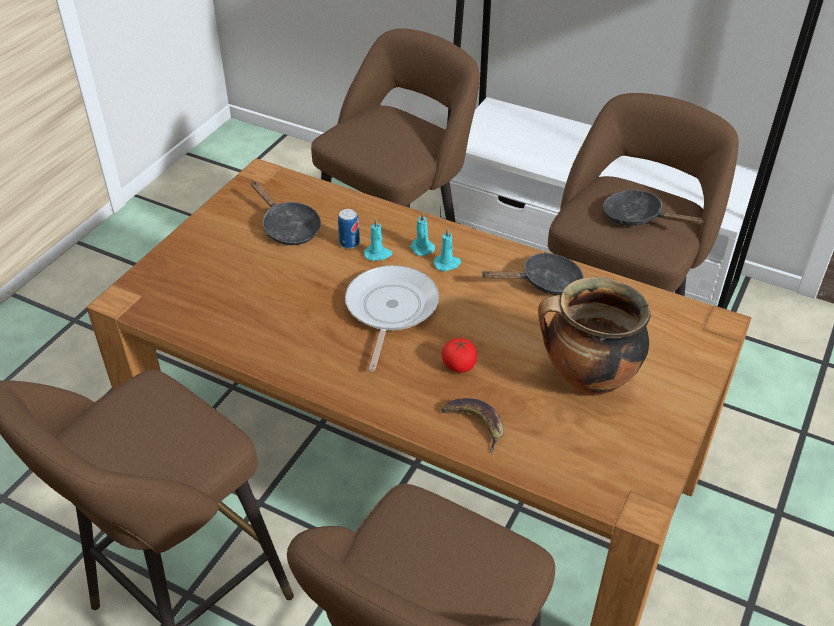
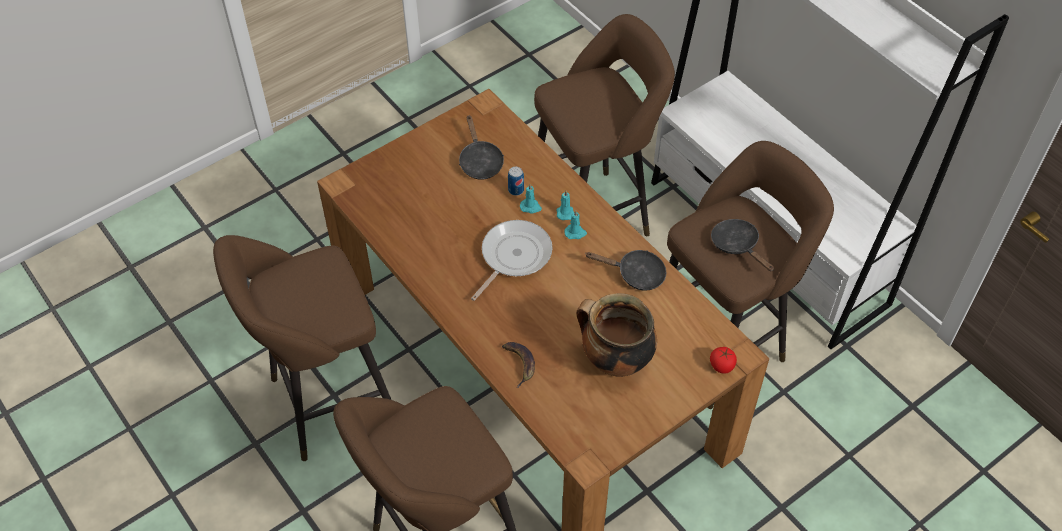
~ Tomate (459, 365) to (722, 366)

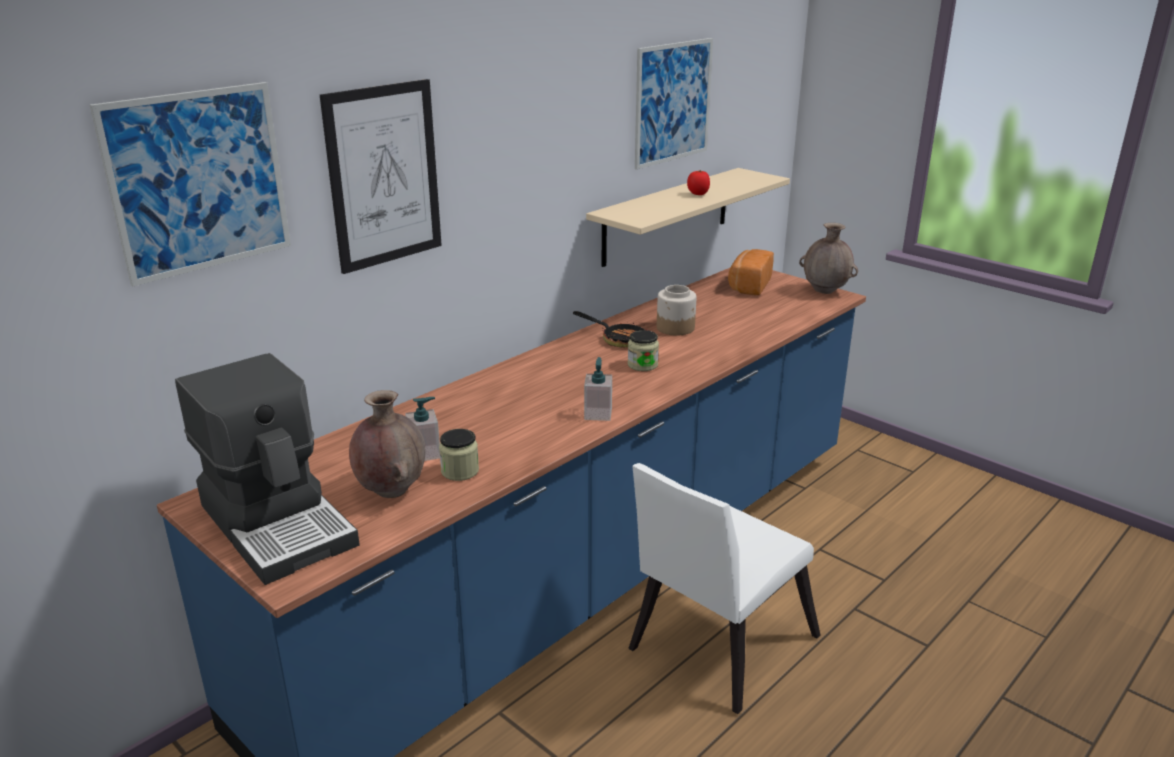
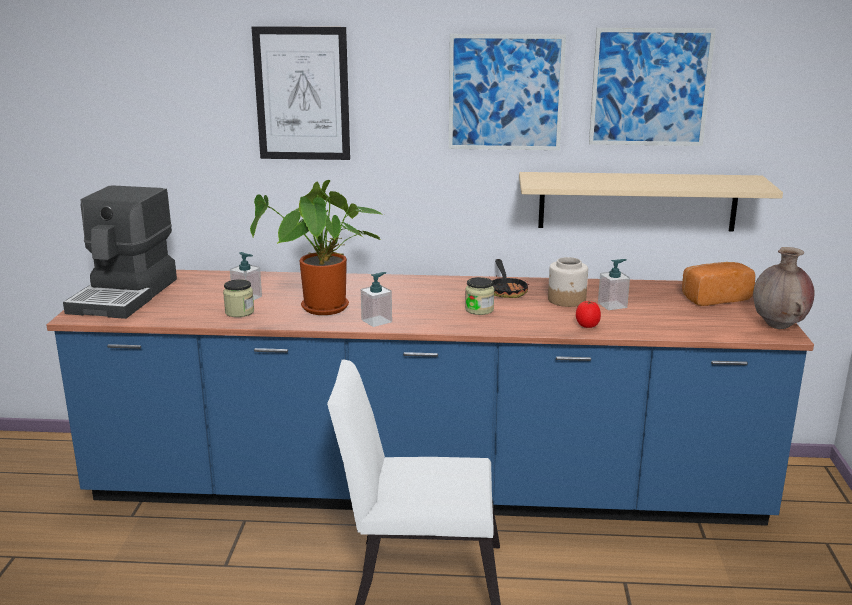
~ Bild (199, 181) to (505, 92)
- Vase (braun) (391, 490)
~ Tomate (698, 194) to (587, 326)
+ Topfpflanze (324, 310)
+ Seifenspender (612, 305)

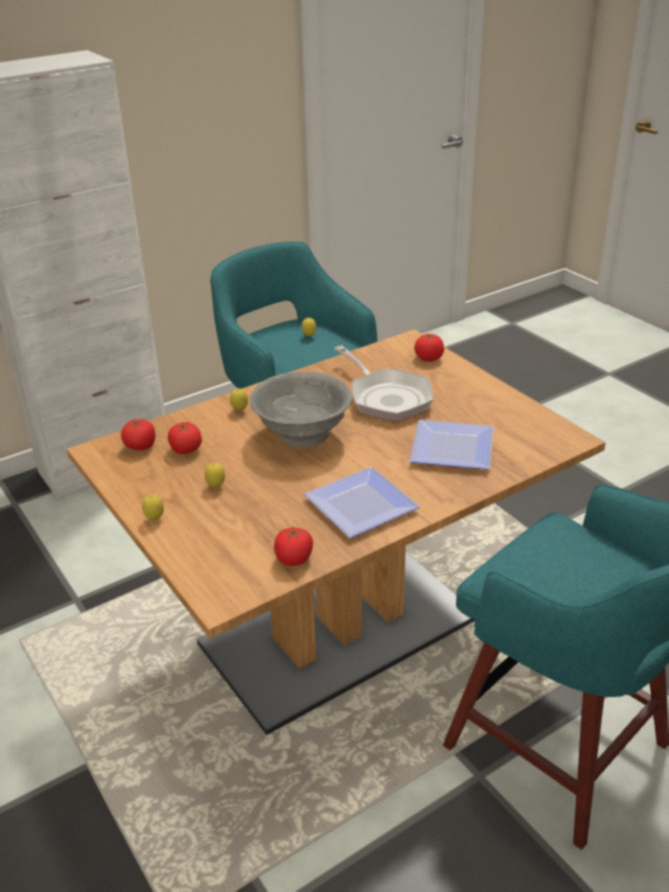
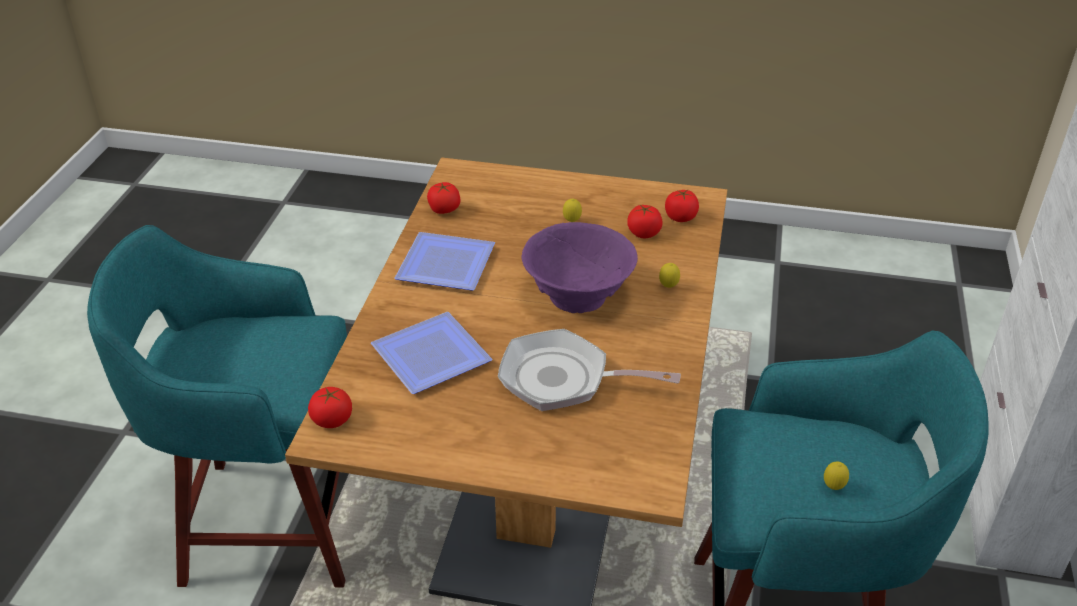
- Zitrone (154, 519)
~ Schüssel (grau) (302, 435) to Schüssel (lila) (578, 295)
~ Tomate (429, 358) to (332, 420)

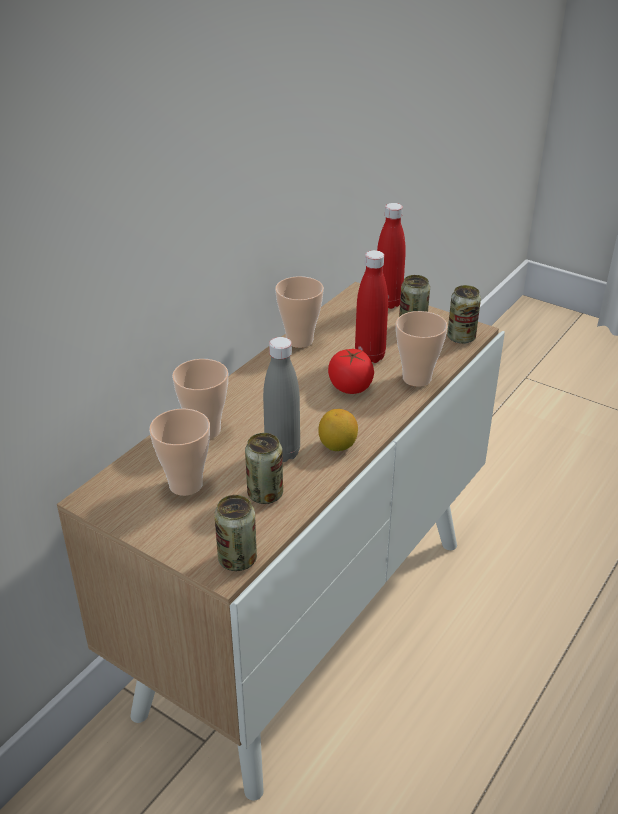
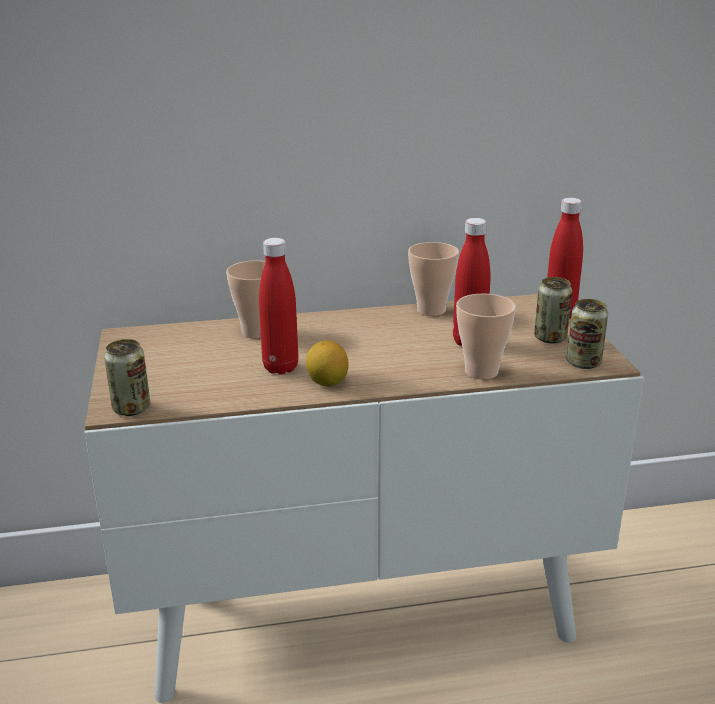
- Tasse (185, 485)
- Dose (265, 494)
~ Flasche (grau) (282, 453) to Flasche (rot) (280, 368)
- Tomate (350, 387)

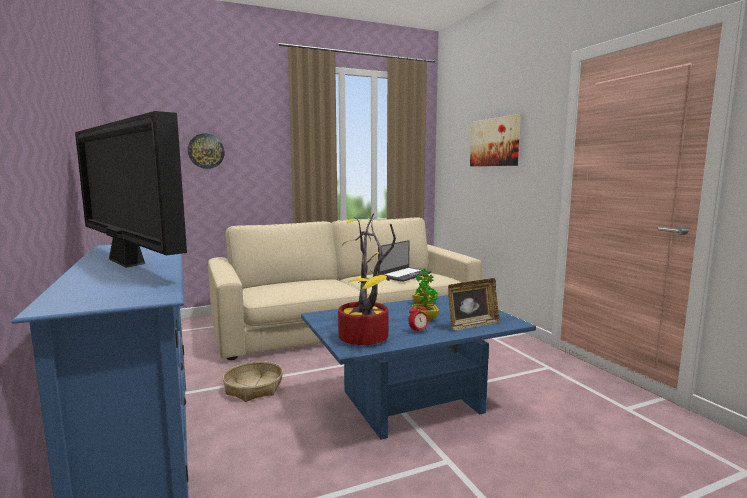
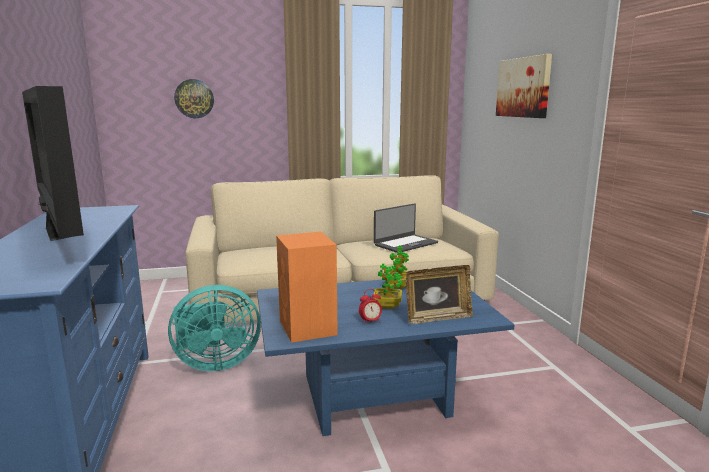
~ Korb (254, 388) to Ventilator (türkis) (214, 363)
~ Topfpflanze (367, 339) to Lautsprecher (orange) (308, 328)

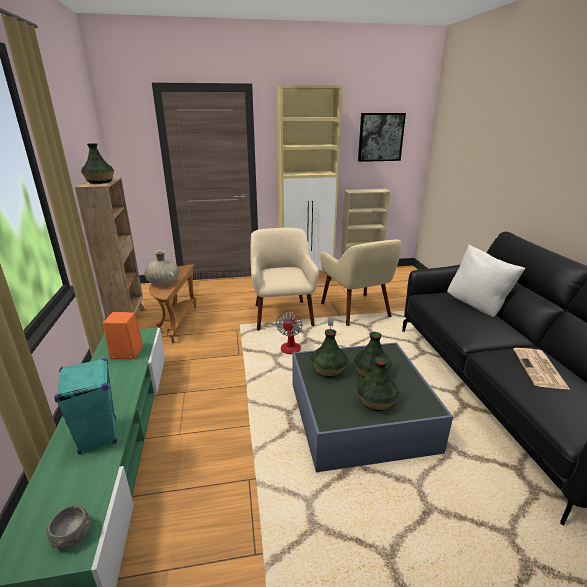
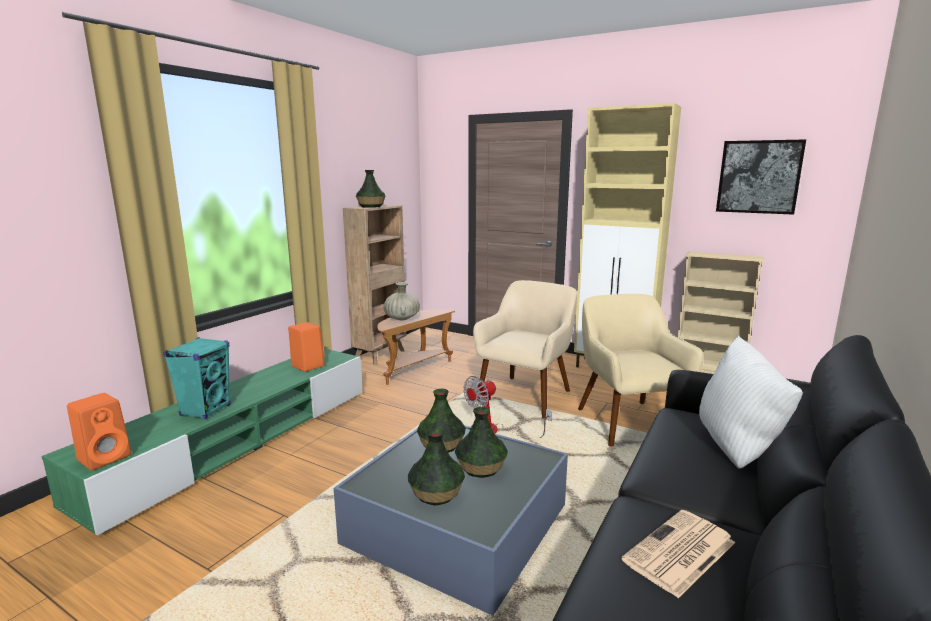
~ Schüssel (grau) (72, 536) to Lautsprecher (orange) (106, 457)
~ Sessel (beige) (356, 310) = (628, 422) 150 degrees clockwise

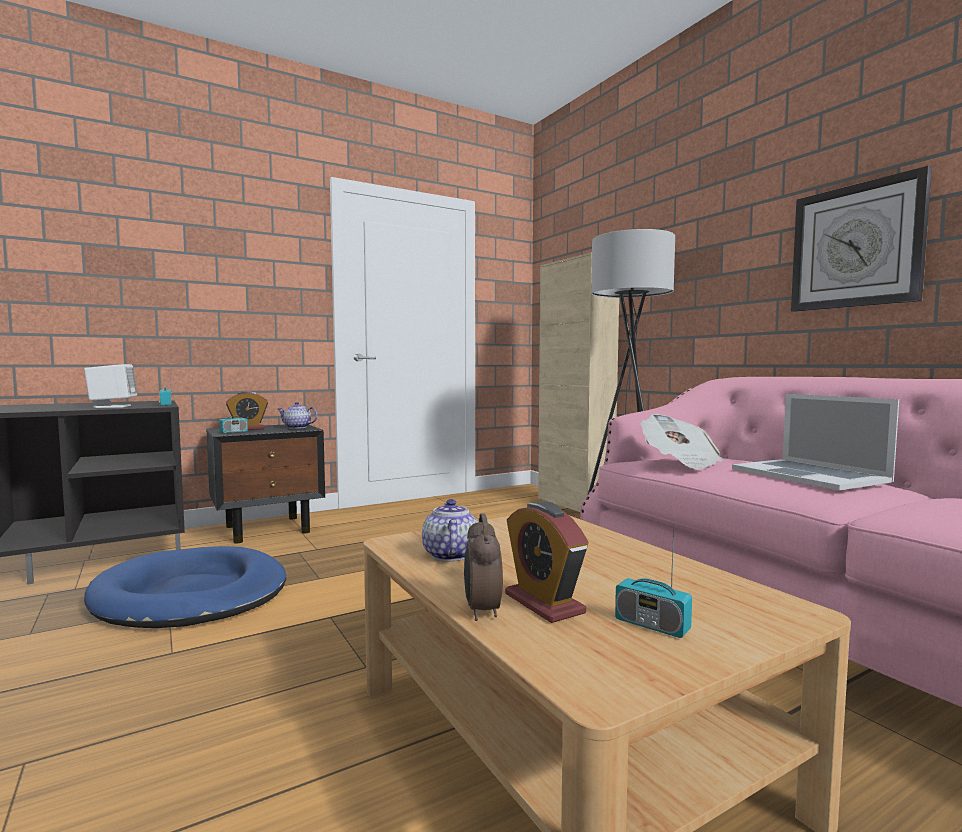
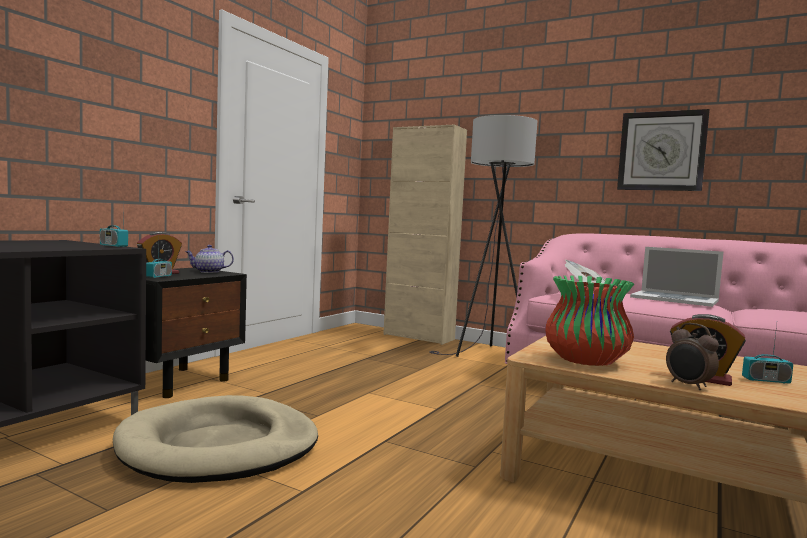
- Lautsprecher (weiß) (112, 406)
~ Hundebett (blau) (191, 595) to Hundebett (beige) (219, 446)
~ Teekanne (449, 555) to Vase (586, 361)

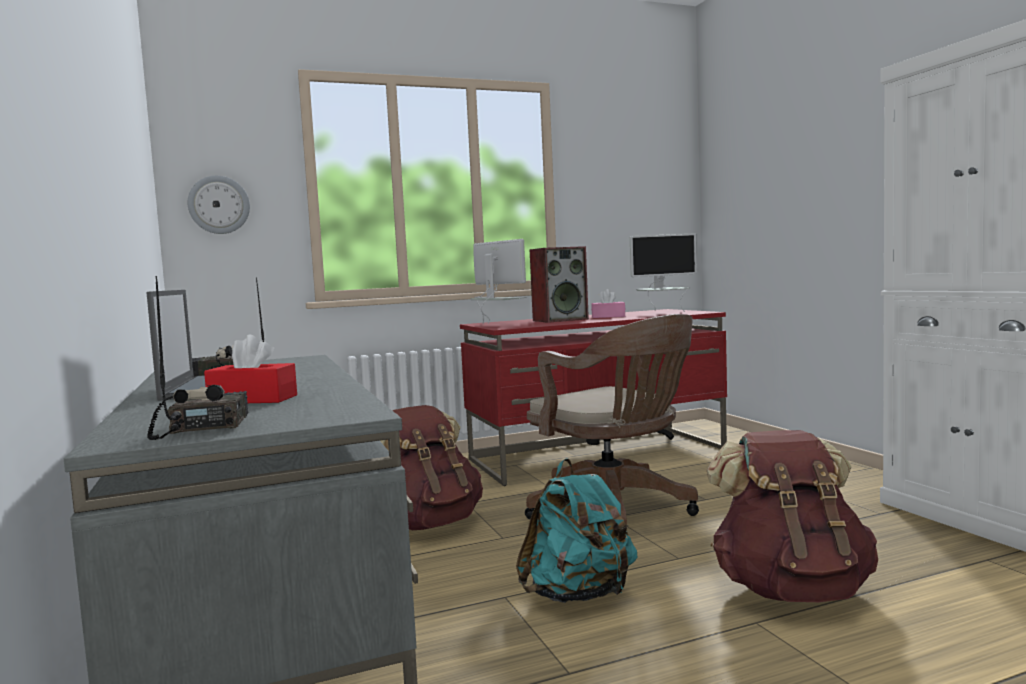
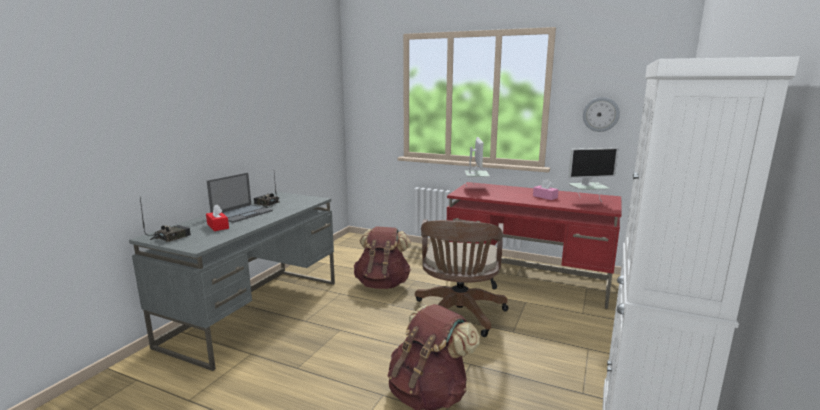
~ Wanduhr (219, 205) to (601, 114)
- Rucksack (türkis) (579, 595)
- Lautsprecher (560, 320)
~ Monitor (663, 313) = (587, 202) 45 degrees counterclockwise

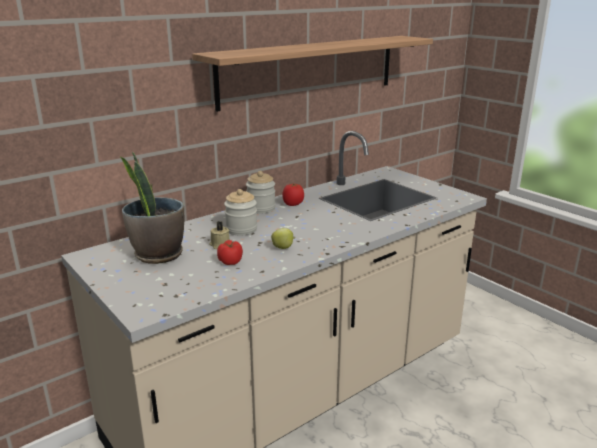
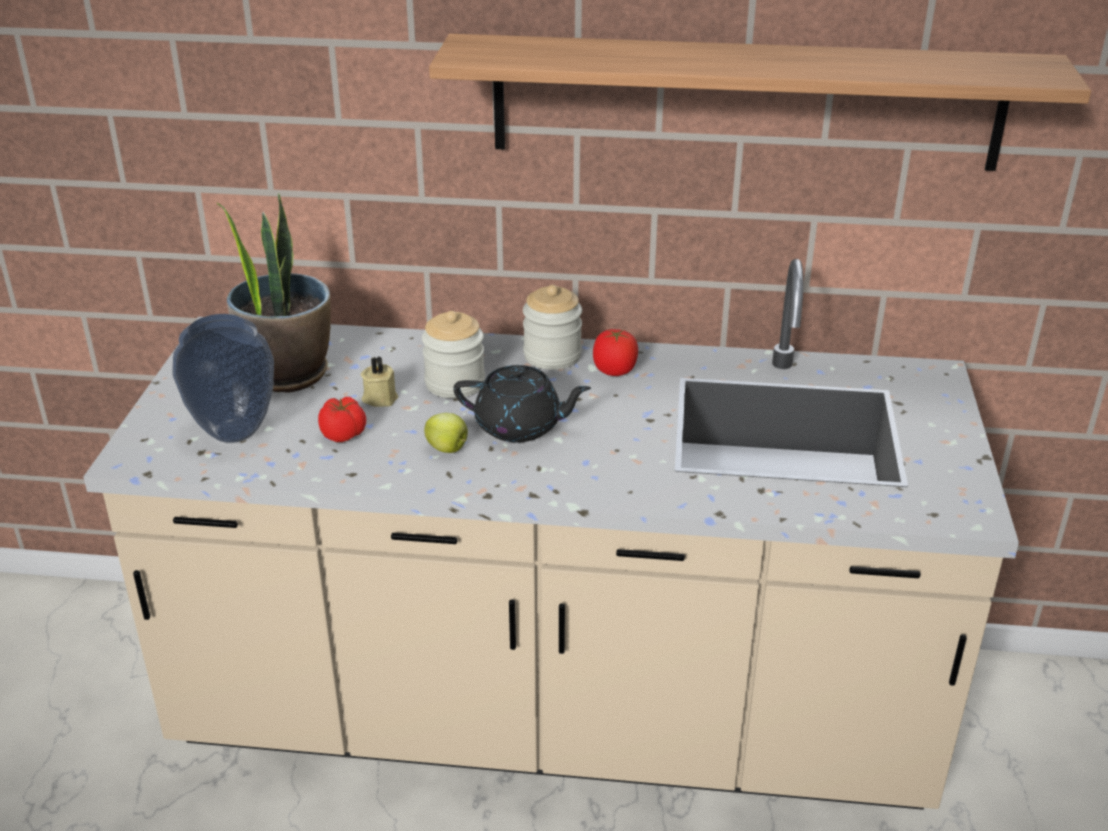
+ Vase (236, 432)
+ Teekanne (schwarz) (520, 426)

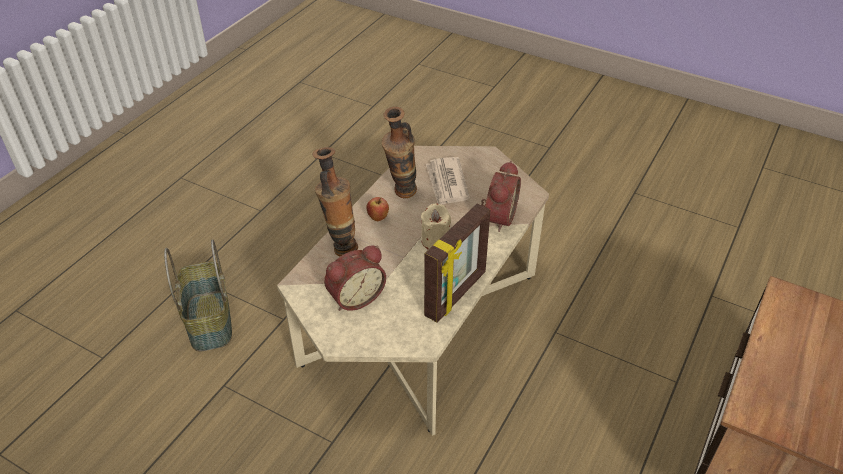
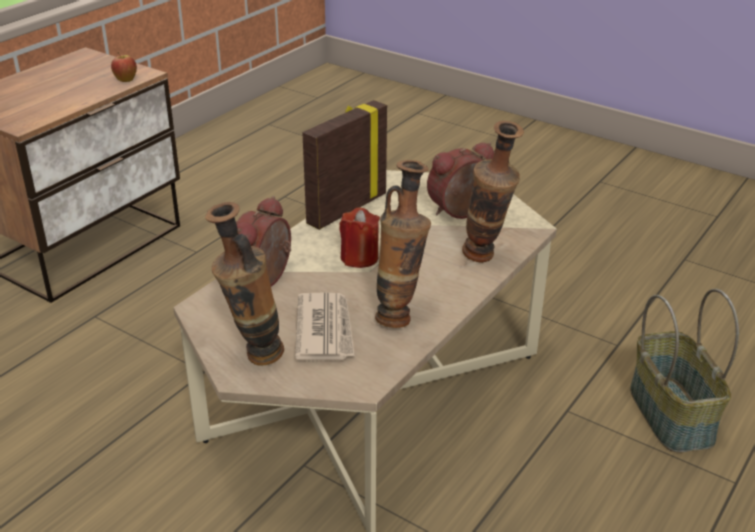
~ Apfel (378, 218) to (126, 80)
~ Kerze (beige) (435, 241) to Kerze (rot) (359, 258)
+ Vase (252, 357)

